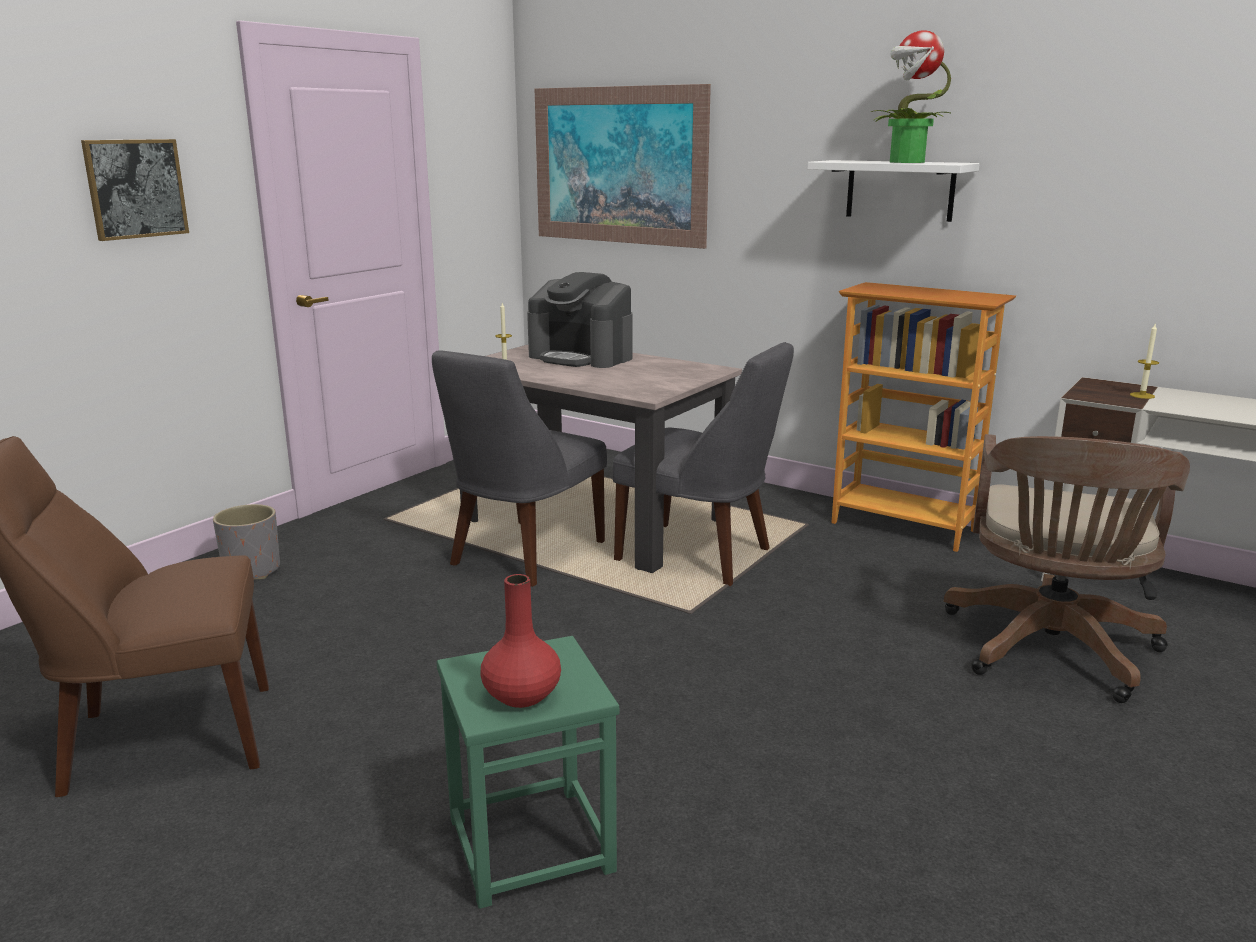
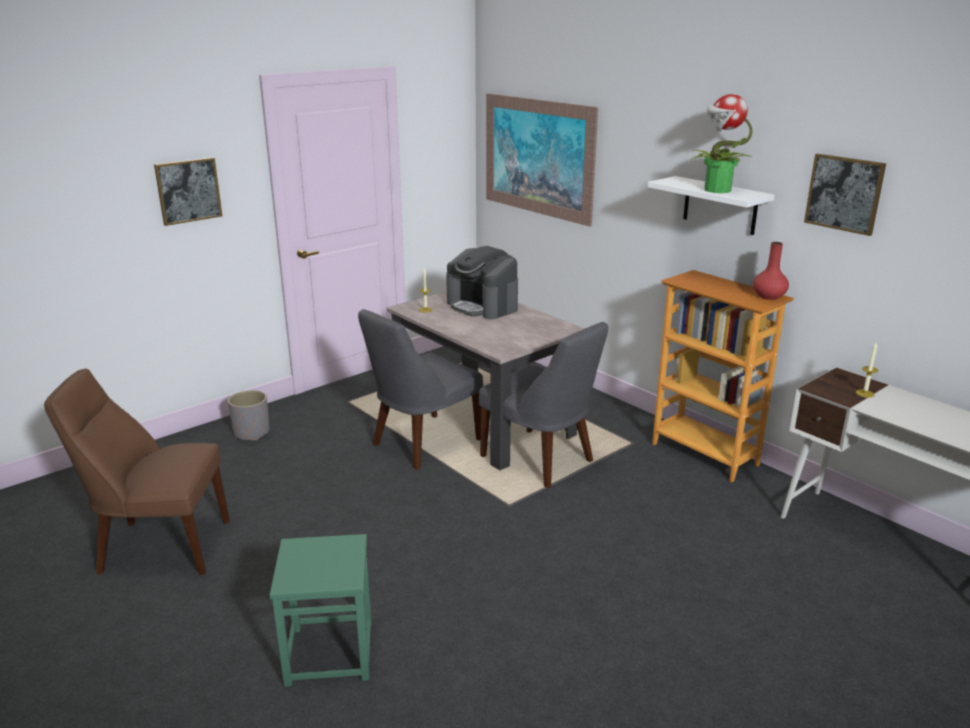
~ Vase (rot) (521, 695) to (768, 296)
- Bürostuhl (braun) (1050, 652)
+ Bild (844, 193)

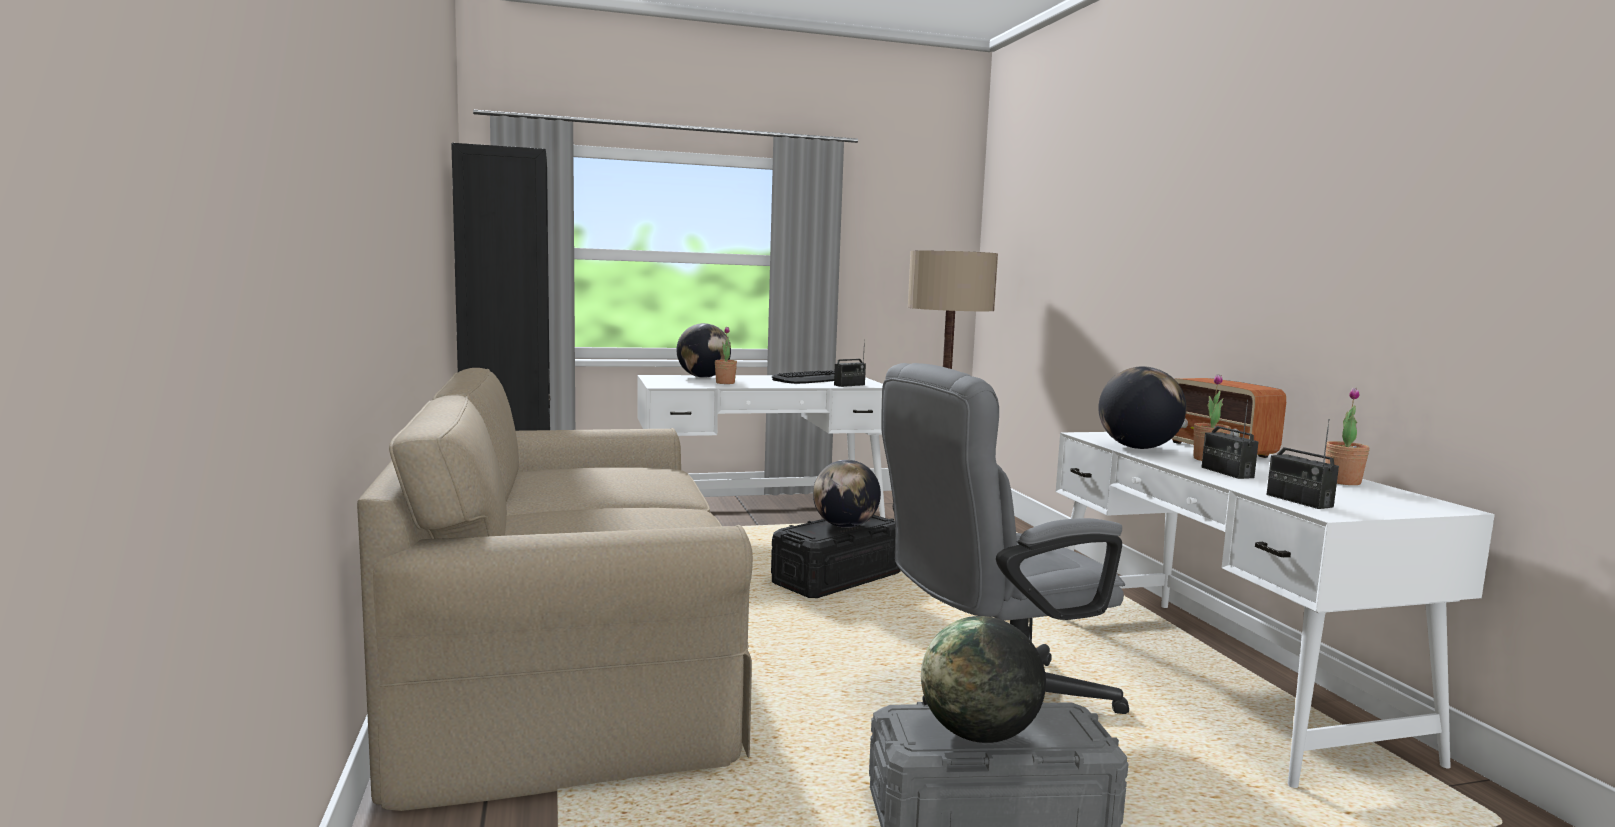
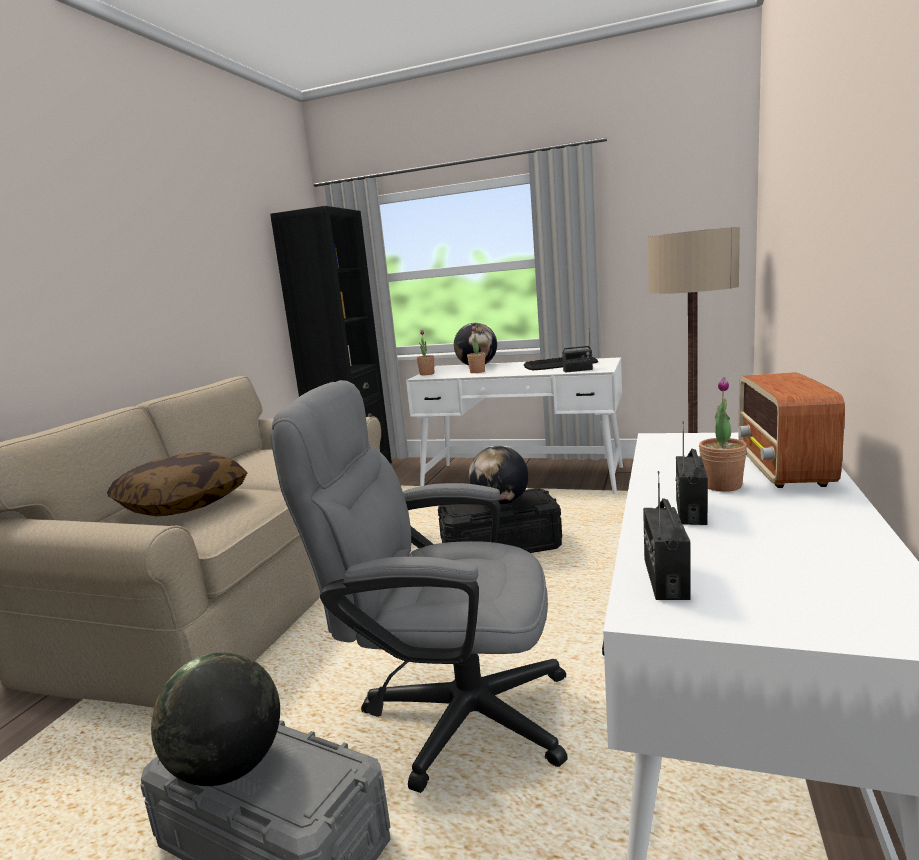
- Globus (1137, 448)
~ Topfpflanze (1342, 482) to (427, 374)
+ Kissen (183, 504)

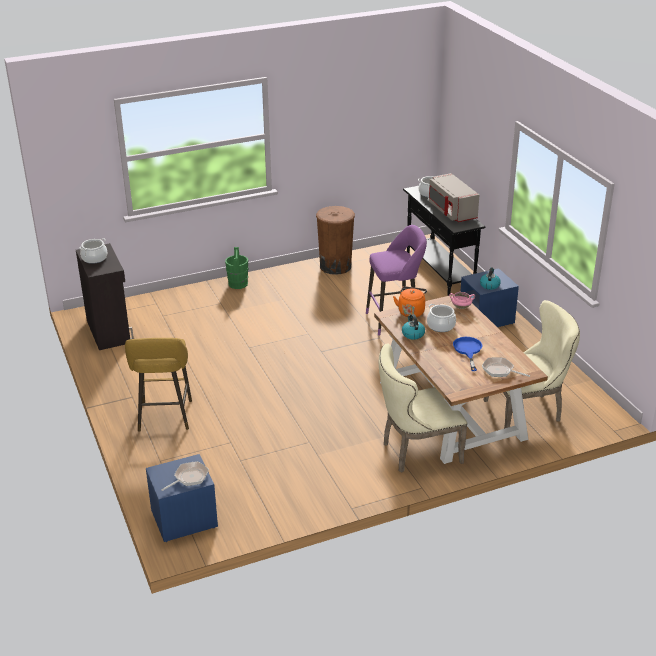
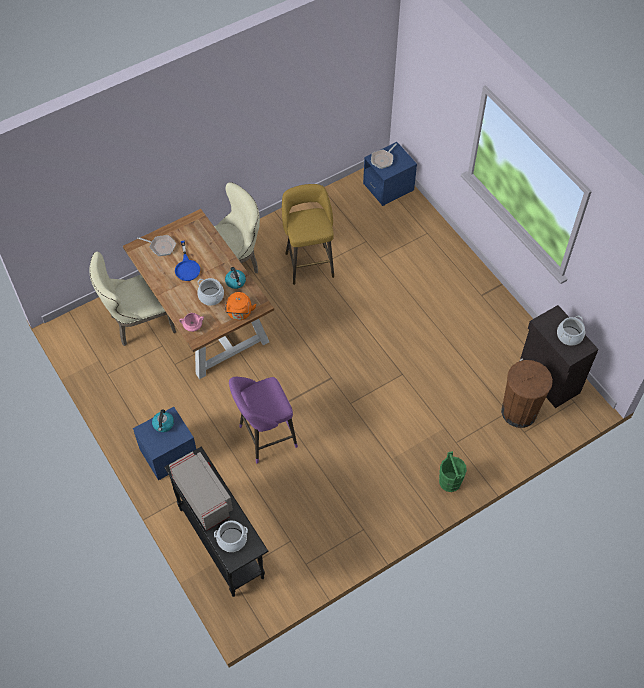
~ Hocker (gelb) (164, 418) to (309, 262)
~ Mülleimer (braun) (335, 266) to (519, 412)

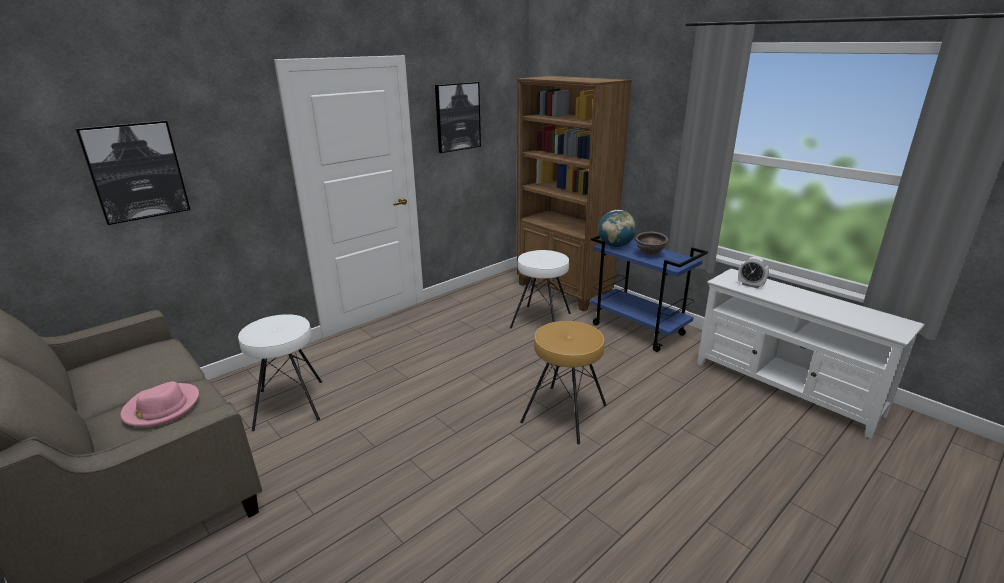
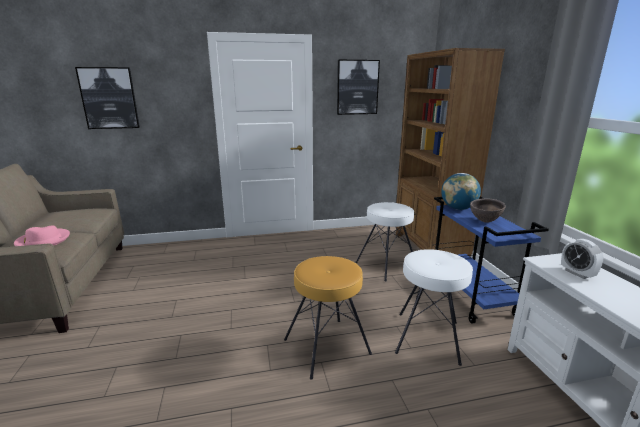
~ Hocker (weiß) (290, 404) to (428, 337)

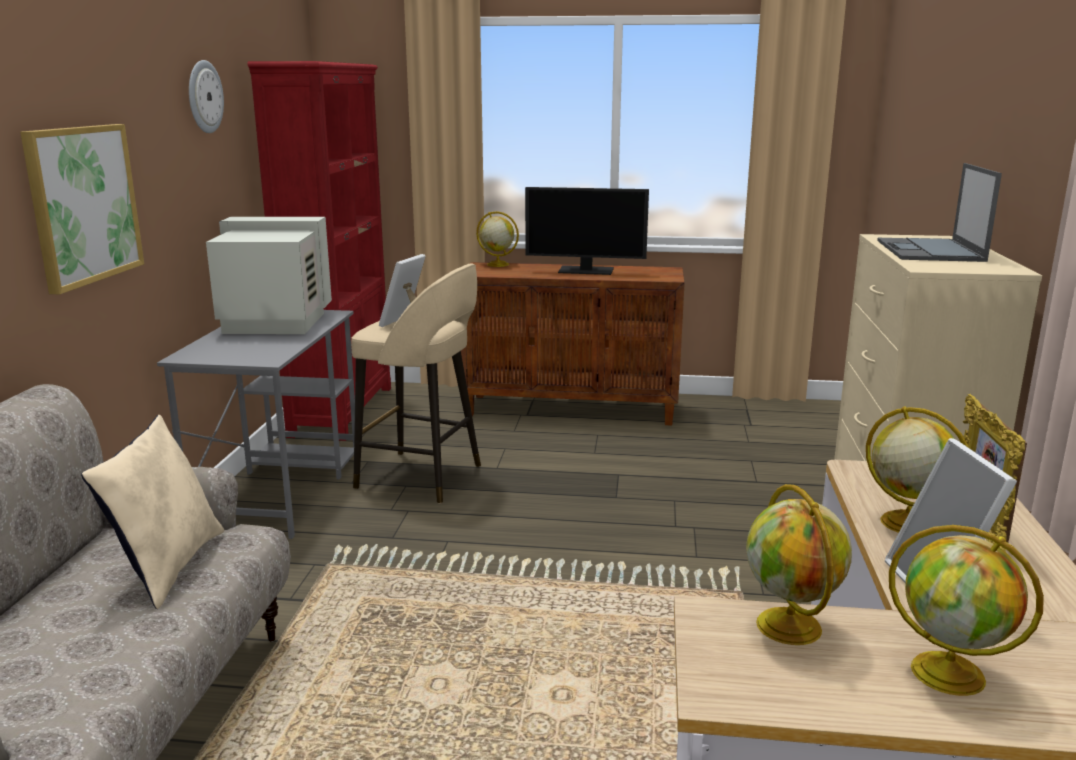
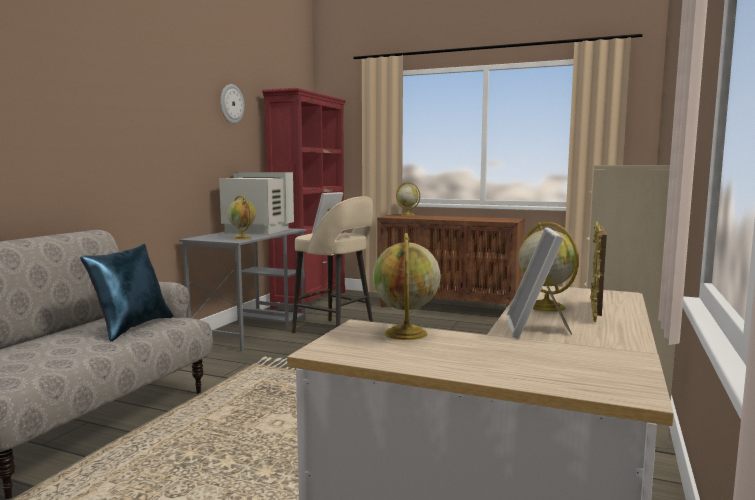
- Bild (83, 204)
~ Kissen (beige) (168, 567) to Kissen (blau) (132, 327)
- Monitor (586, 270)
- Laptop (930, 251)
~ Globus (950, 674) to (242, 238)

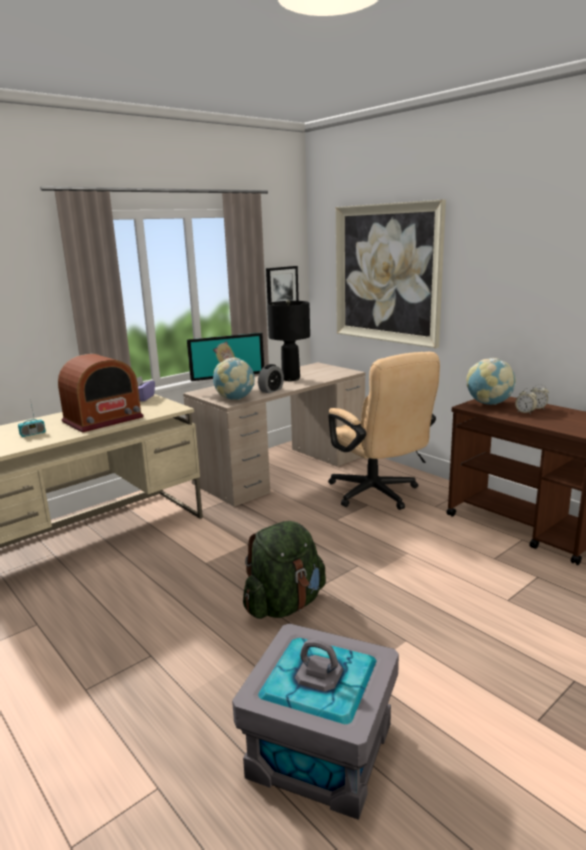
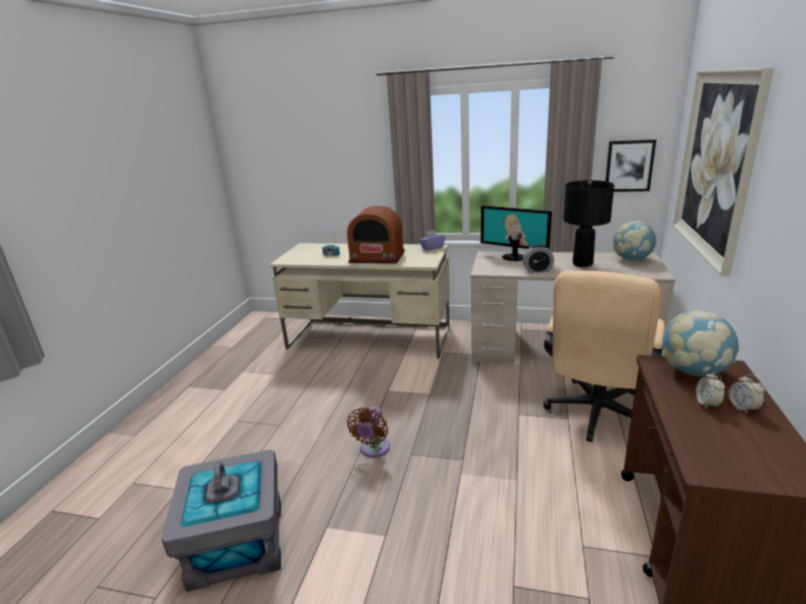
~ Globus (235, 399) to (631, 259)
~ Rucksack (grün) (285, 605) to Ventilator (braun) (373, 449)

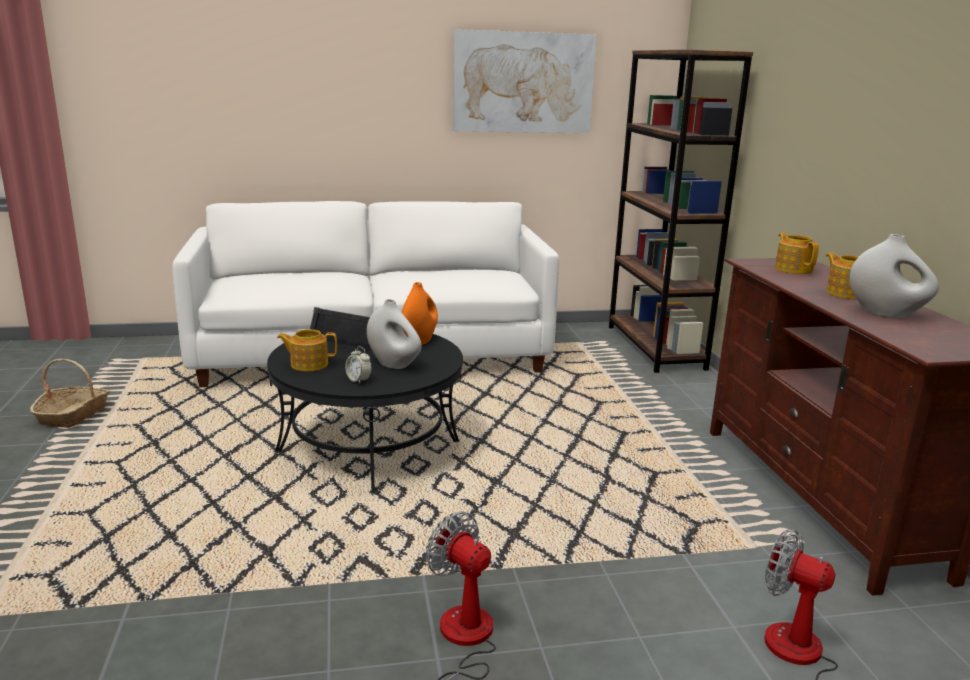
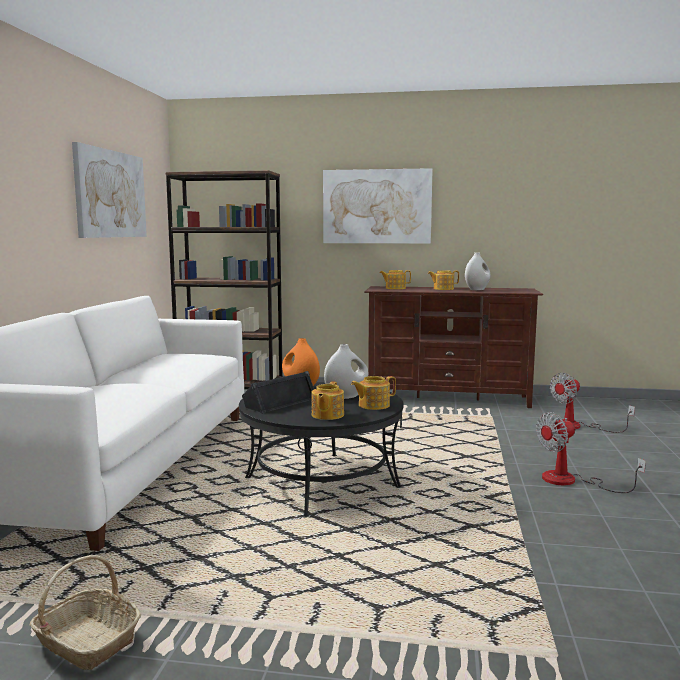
~ Wecker (358, 380) to Teekanne (373, 405)
+ Bild (377, 206)

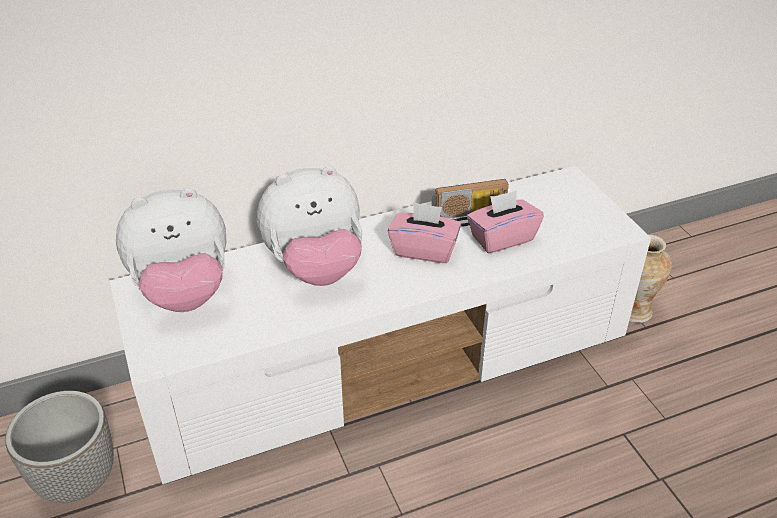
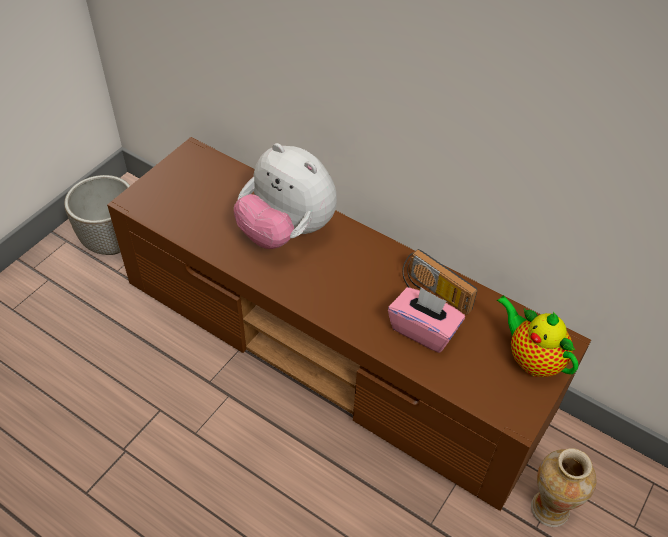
~ Fernsehschrank (weiß) (390, 361) to Fernsehschrank (braun) (334, 349)
- Plüschtier (184, 292)
- Taschentuchbox (rosa) (424, 250)
+ Teekanne (531, 359)

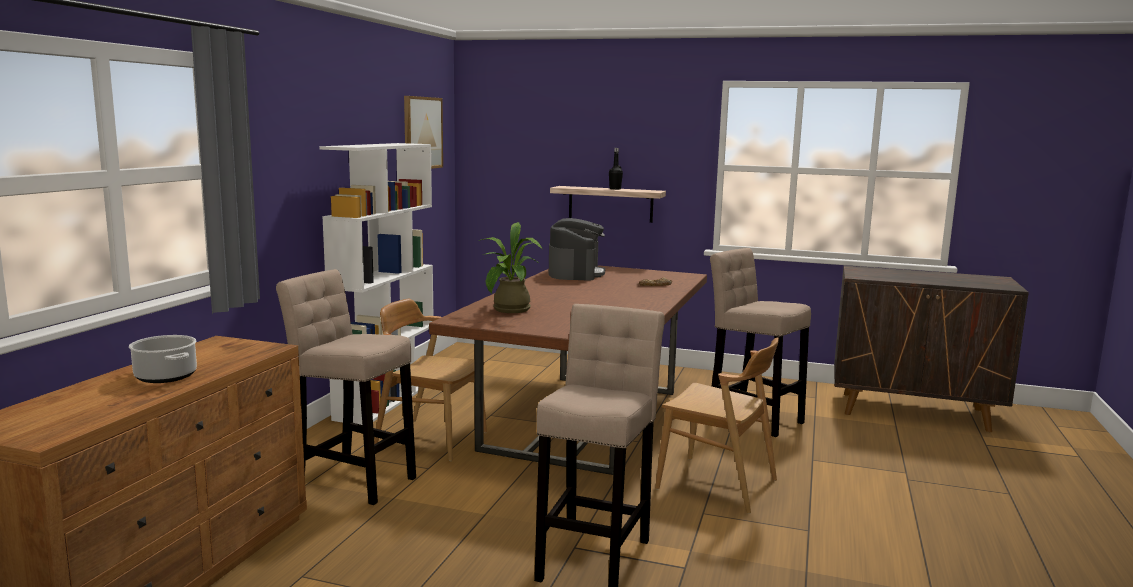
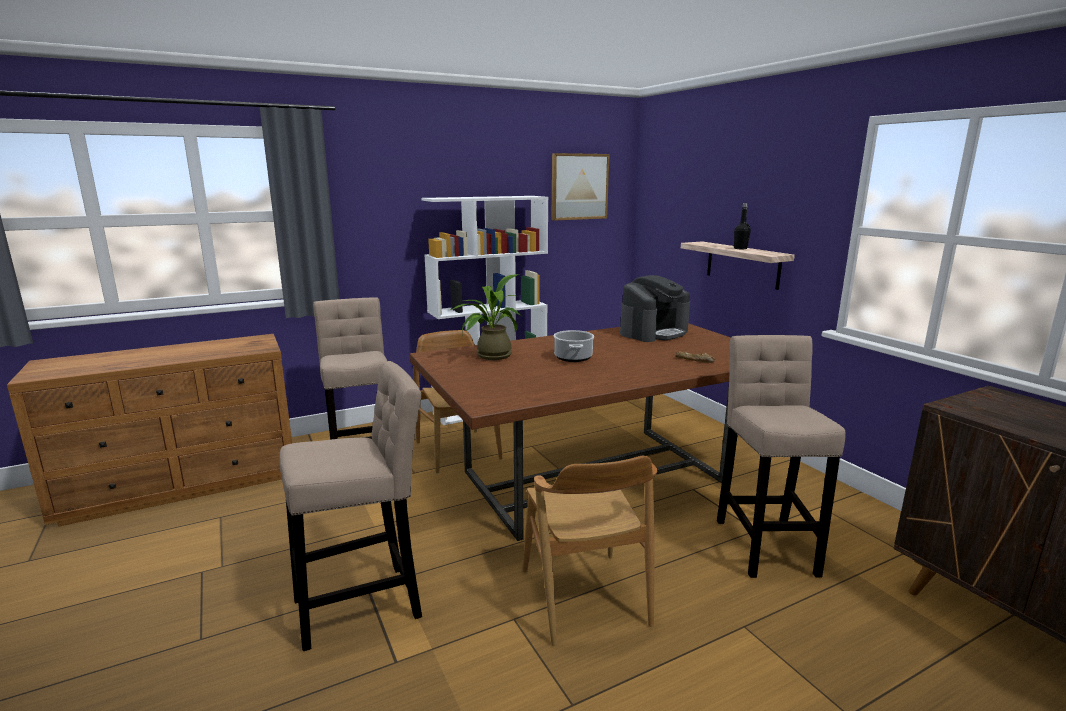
~ Kochtopf (166, 376) to (573, 358)

